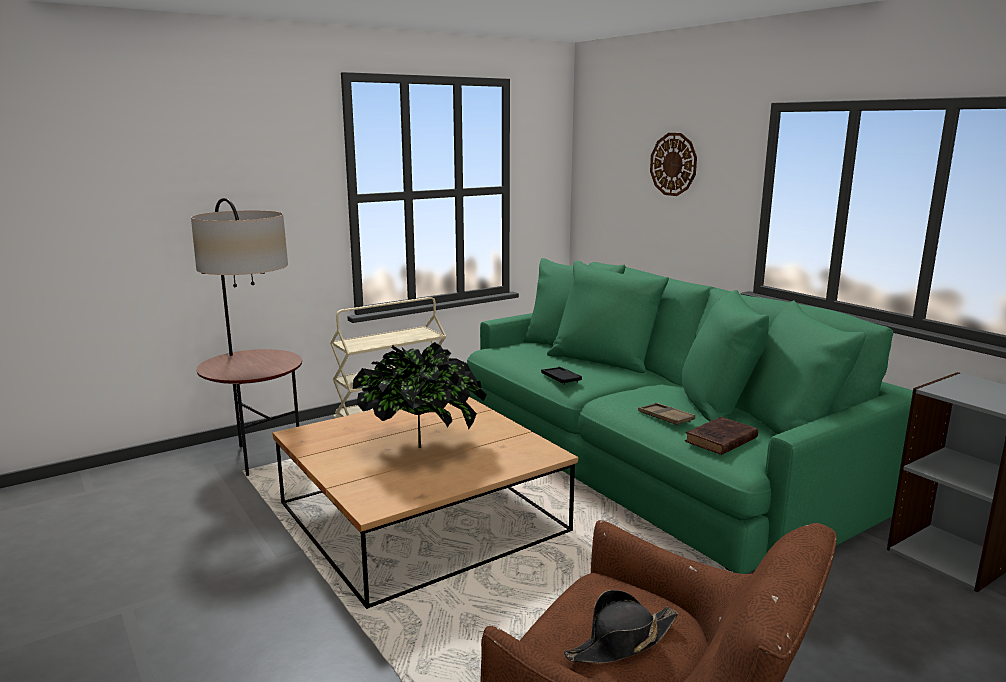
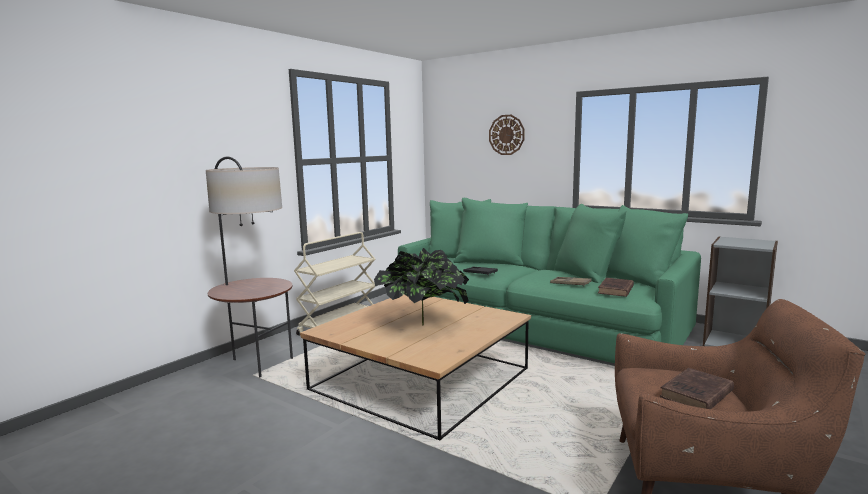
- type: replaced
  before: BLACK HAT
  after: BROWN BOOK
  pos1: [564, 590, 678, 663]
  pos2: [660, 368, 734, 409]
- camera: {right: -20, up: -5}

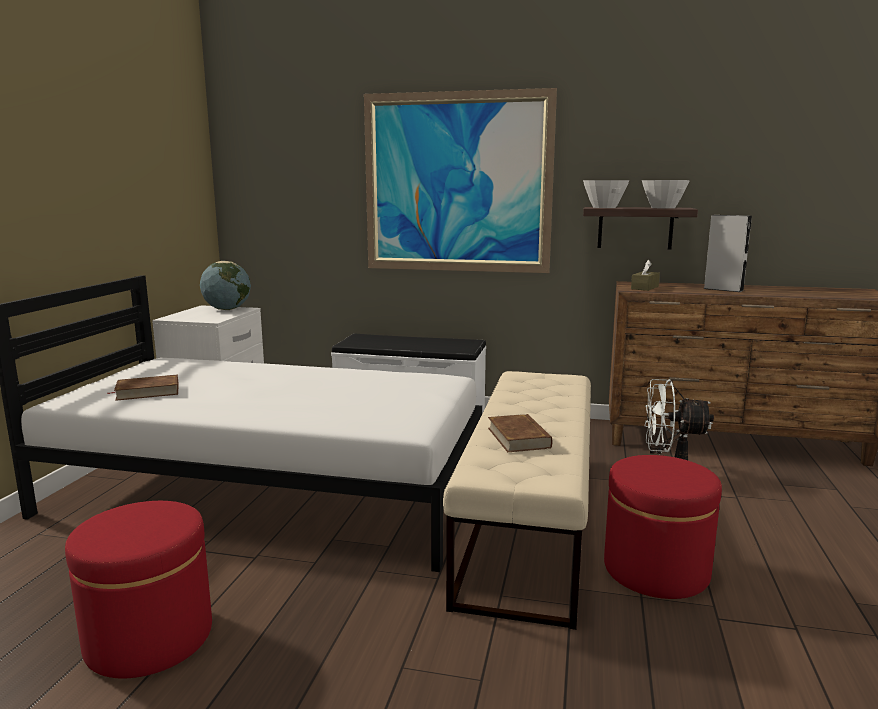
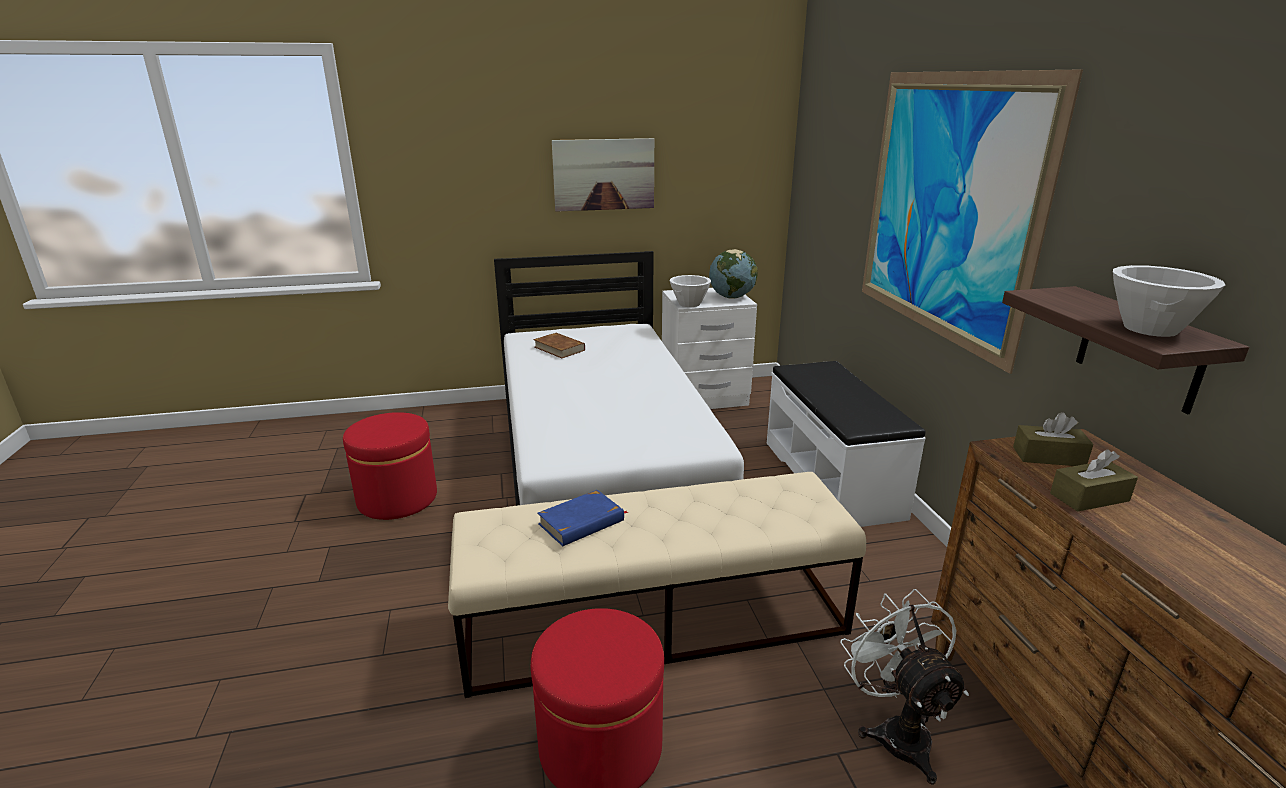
- type: moved
  before: WHITE BOWL
  pos1: [583, 180, 629, 208]
  pos2: [670, 275, 711, 307]
- type: removed
  before: GREY SPEAKER
  pos1: [704, 215, 752, 292]
- type: recoloured
  before: BROWN BOOK
  after: BLUE BOOK
  pos1: [488, 414, 552, 452]
  pos2: [538, 490, 628, 546]
- type: added
  after: PICTURE
  pos2: [552, 138, 654, 212]
- type: added
  after: BROWN TISSUE BOX
  pos2: [1050, 449, 1138, 512]
- camera: {right: 65, up: 10}

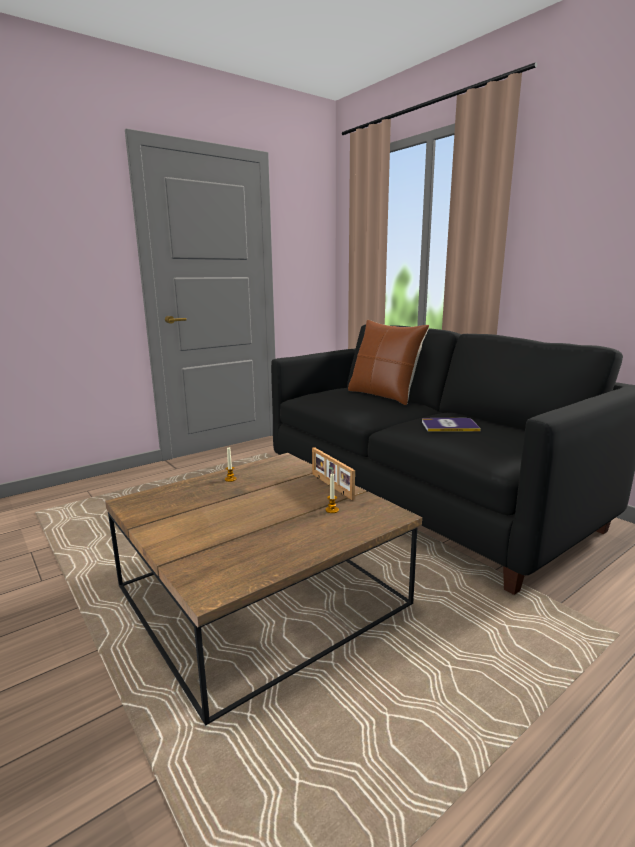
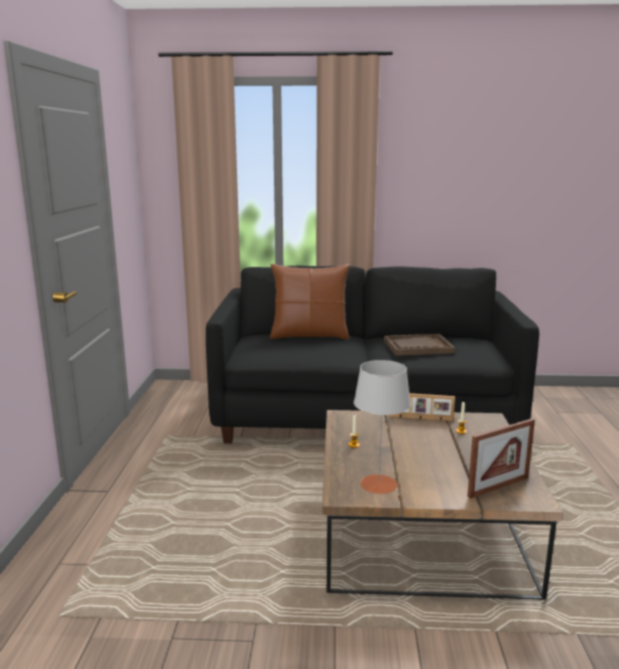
- type: replaced
  before: BOOK
  after: BROWN TRAY
  pos1: [422, 418, 481, 432]
  pos2: [384, 334, 455, 356]
- type: added
  after: GREY TABLE LAMP
  pos2: [354, 360, 411, 494]
- type: added
  after: PICTURE FRAME
  pos2: [467, 419, 535, 499]
- camera: {right: -50, up: 0}

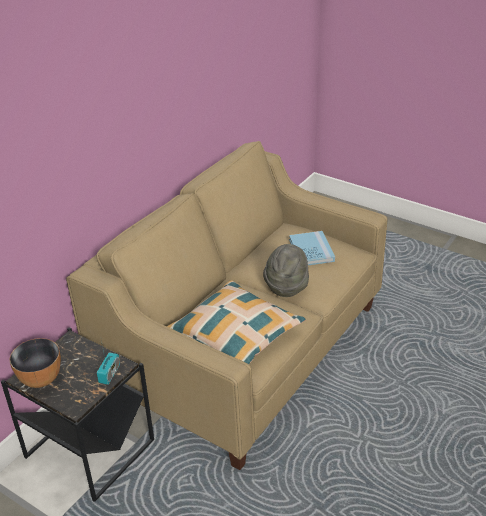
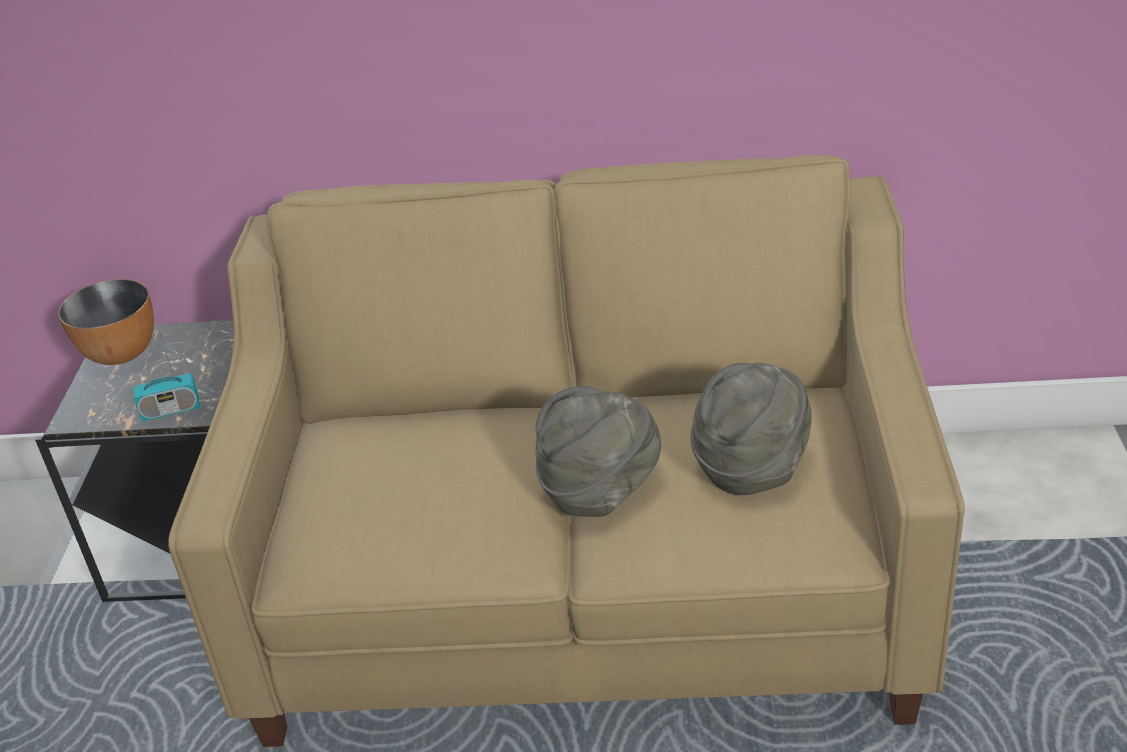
- type: replaced
  before: BLUE BOOK
  after: GREY HAT
  pos1: [289, 231, 335, 265]
  pos2: [690, 363, 812, 495]
- type: removed
  before: PILLOW
  pos1: [167, 280, 306, 364]
- camera: {right: 60, up: 0}

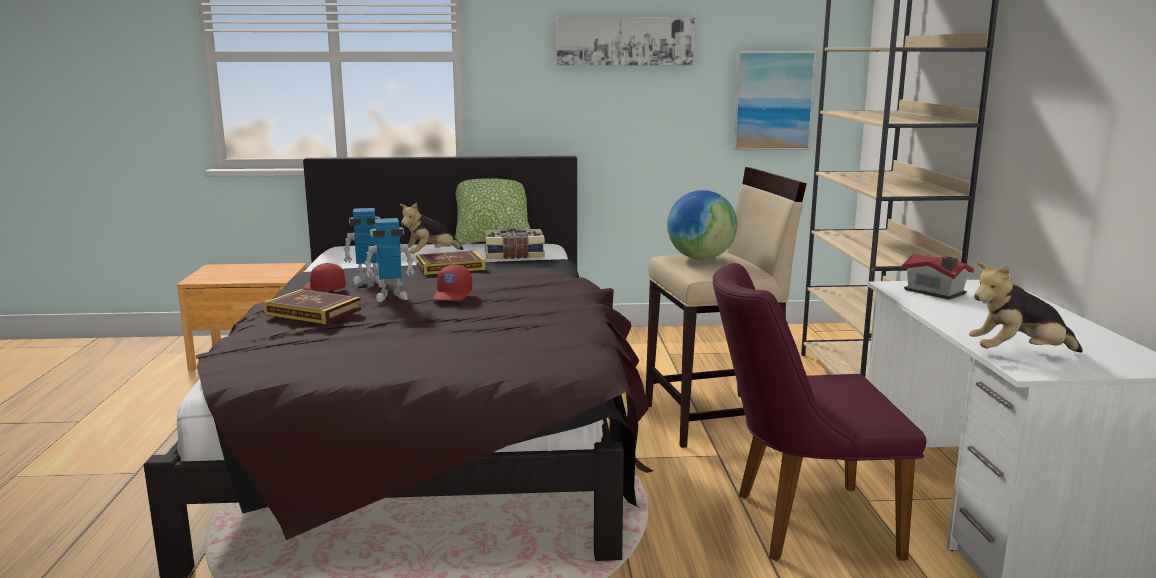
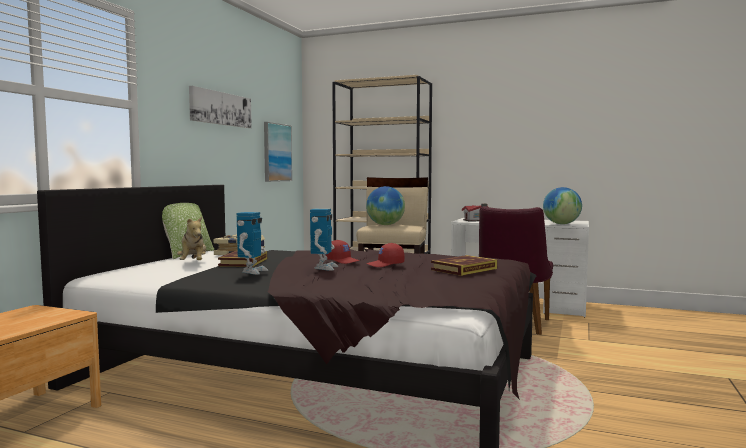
- type: replaced
  before: PLUSH TOY
  after: GLOBE
  pos1: [969, 262, 1083, 353]
  pos2: [543, 187, 582, 224]
- type: moved
  before: RED CAP
  pos1: [304, 263, 346, 291]
  pos2: [366, 243, 405, 267]
- type: moved
  before: BOOK
  pos1: [263, 289, 361, 324]
  pos2: [431, 255, 497, 276]
- camera: {right: -65, up: -10}

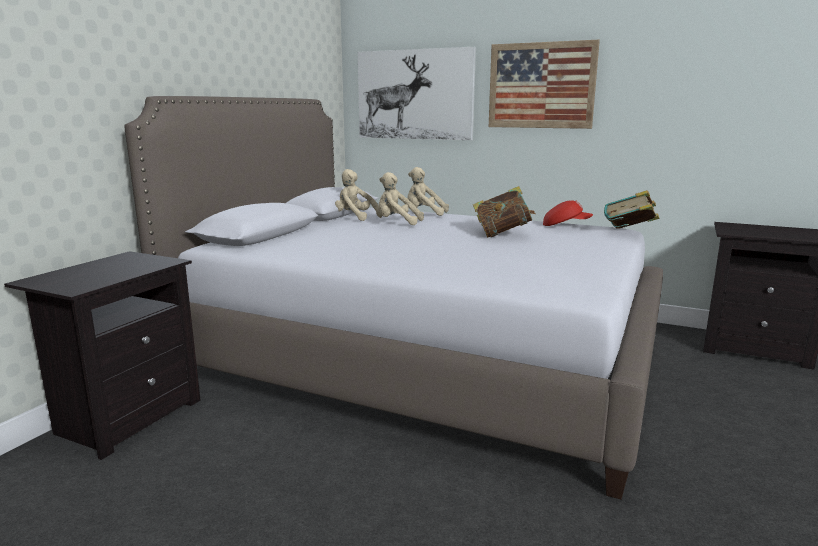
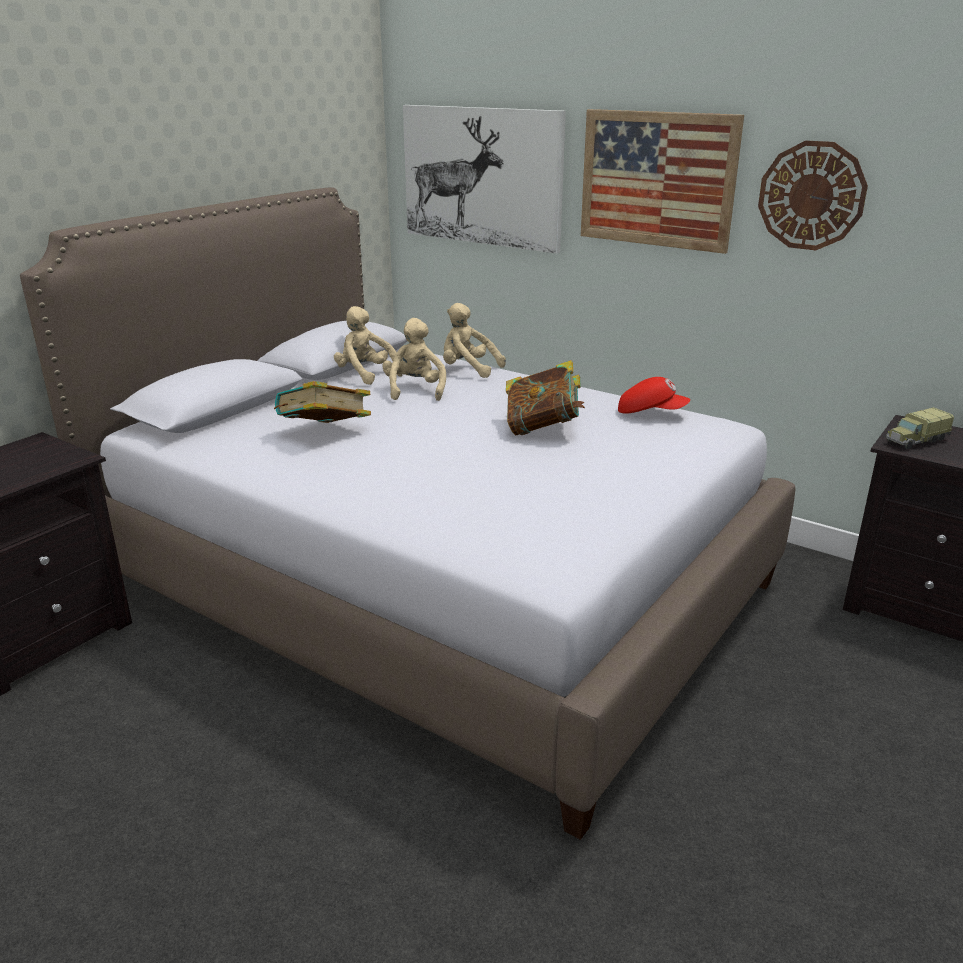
- type: turned
  before: BEIGE PLUSH TOY
  pos1: [378, 172, 424, 225]
  pos2: [382, 318, 446, 401]
  turn: 60
- type: moved
  before: BOOK
  pos1: [604, 190, 659, 229]
  pos2: [274, 381, 371, 423]
- type: added
  after: WALL CLOCK
  pos2: [758, 141, 868, 250]
- type: added
  after: TOY TRUCK
  pos2: [886, 407, 954, 450]
- camera: {right: 10, up: 10}

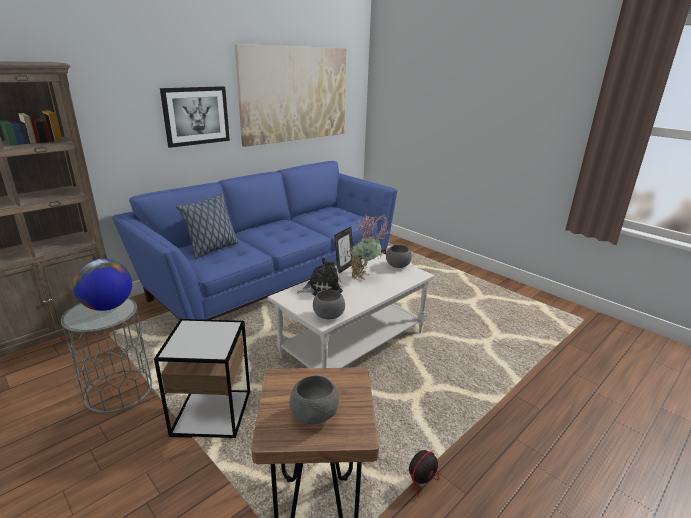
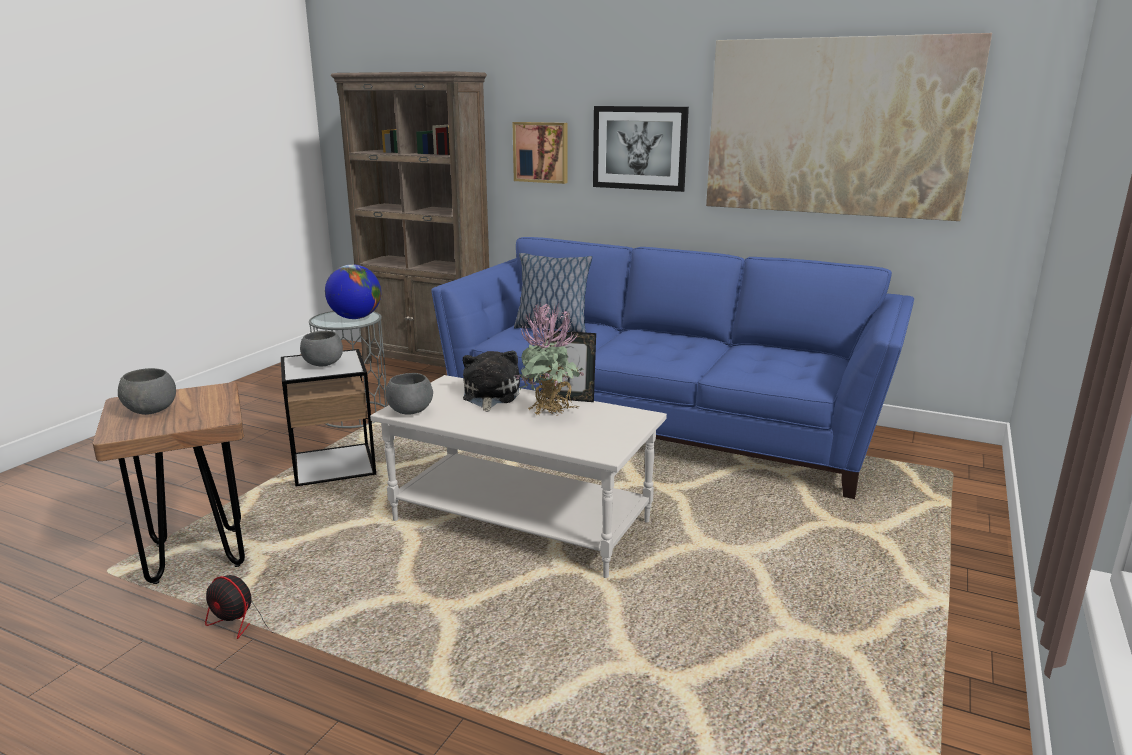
- type: moved
  before: GREY BOWL
  pos1: [386, 245, 412, 268]
  pos2: [300, 331, 343, 366]
- type: turned
  before: PLUSH TOY
  pos1: [297, 258, 343, 296]
  pos2: [463, 351, 520, 412]
  turn: -135
- type: added
  after: PICTURE
  pos2: [513, 122, 568, 184]
- camera: {right: 70, up: -5}

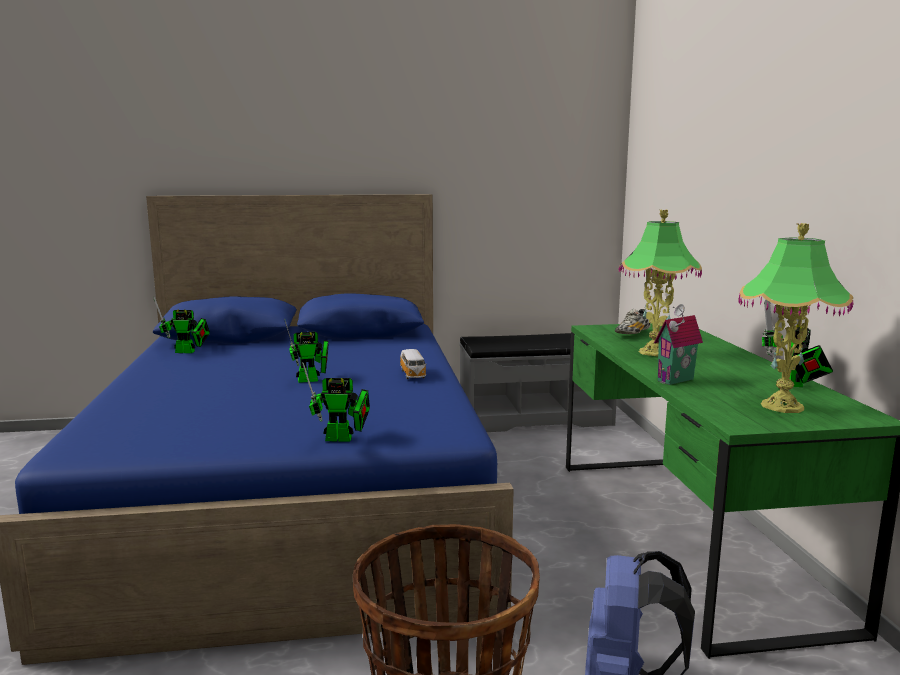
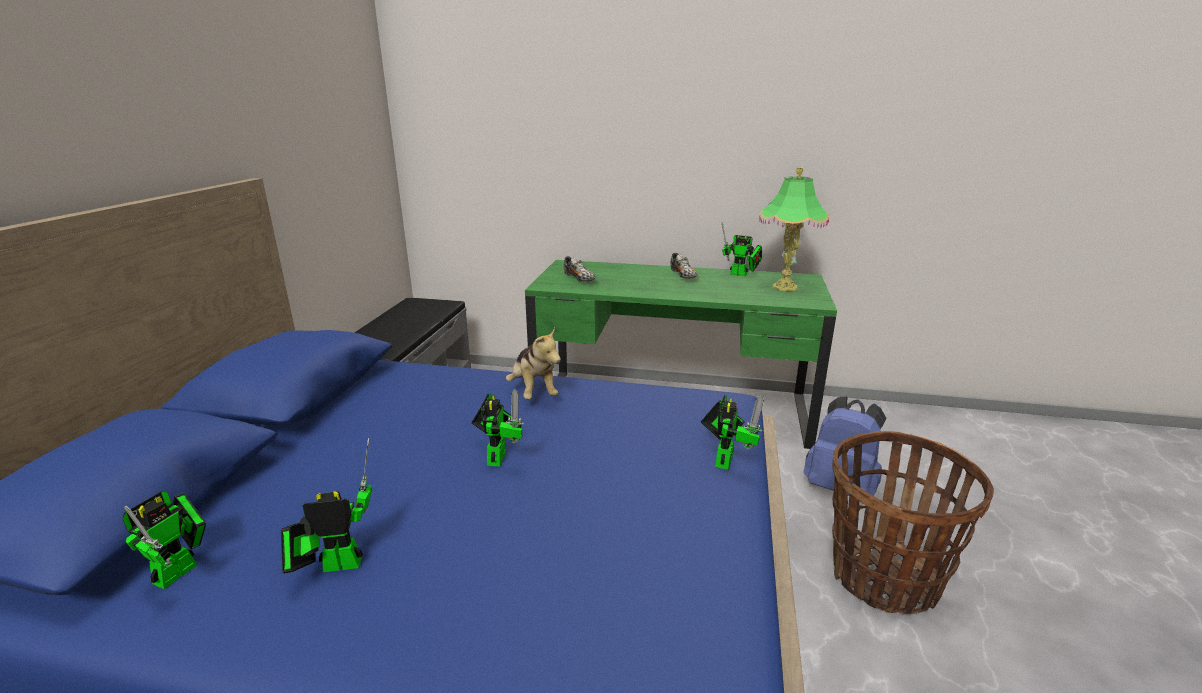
- type: removed
  before: TABLE LAMP
  pos1: [618, 210, 702, 357]
- type: removed
  before: TOY HOUSE
  pos1: [654, 304, 703, 385]
- type: replaced
  before: TOY CAR
  after: PLUSH TOY
  pos1: [400, 349, 427, 379]
  pos2: [506, 328, 561, 399]
- type: added
  after: SHOE
  pos2: [670, 253, 697, 279]
- type: added
  after: TOY ROBOT
  pos2: [281, 438, 372, 574]
- camera: {right: -70, up: 10}

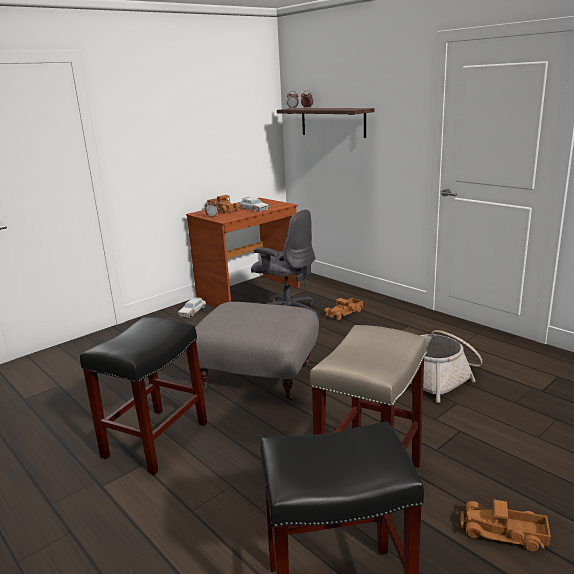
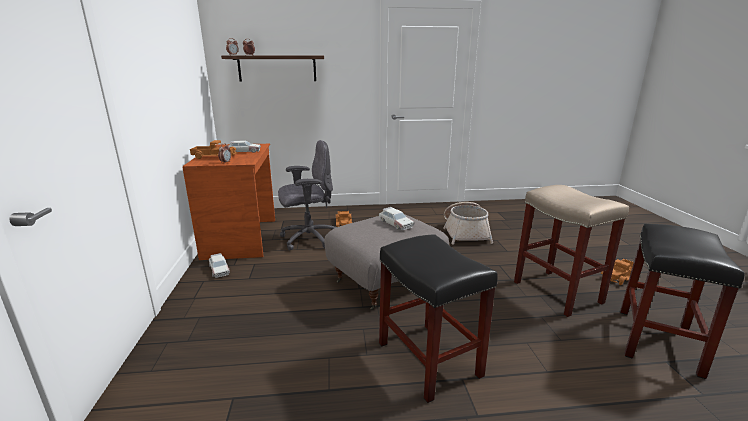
- type: added
  after: TOY CAR
  pos2: [379, 207, 414, 230]
- camera: {right: -55, up: 0}

